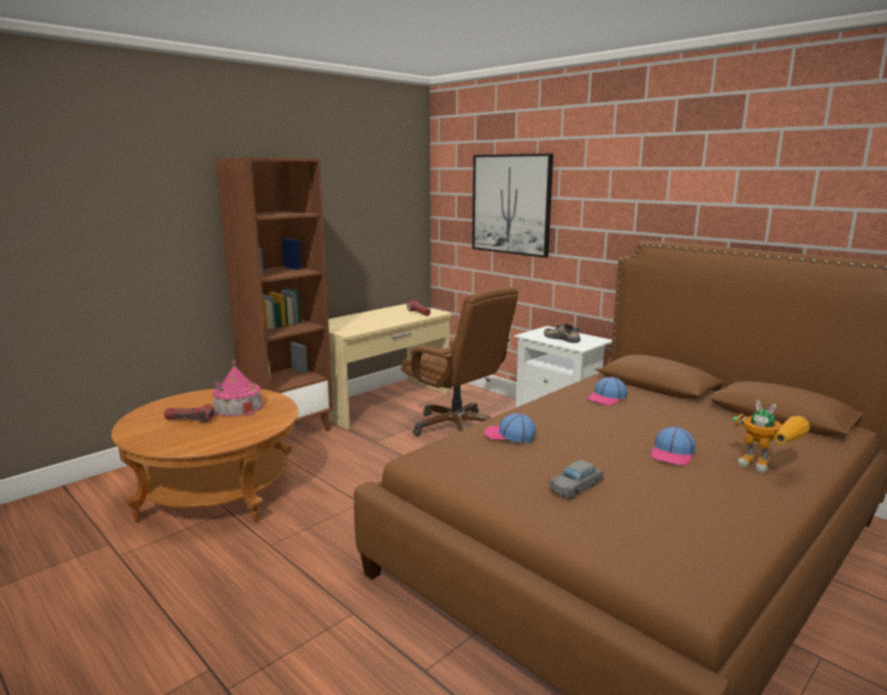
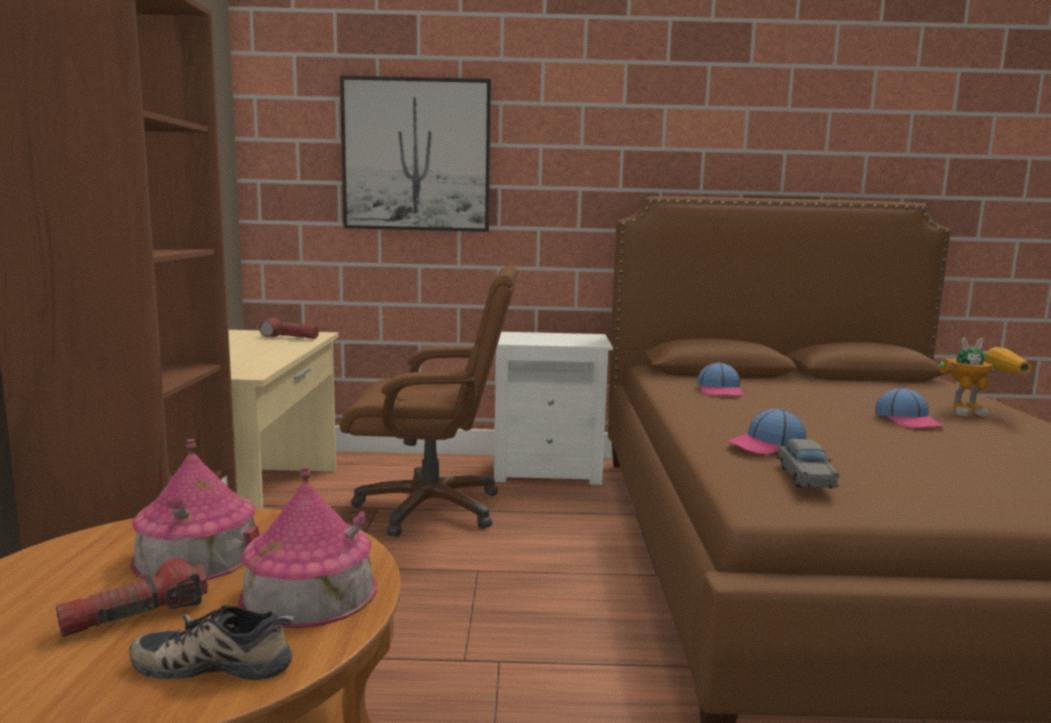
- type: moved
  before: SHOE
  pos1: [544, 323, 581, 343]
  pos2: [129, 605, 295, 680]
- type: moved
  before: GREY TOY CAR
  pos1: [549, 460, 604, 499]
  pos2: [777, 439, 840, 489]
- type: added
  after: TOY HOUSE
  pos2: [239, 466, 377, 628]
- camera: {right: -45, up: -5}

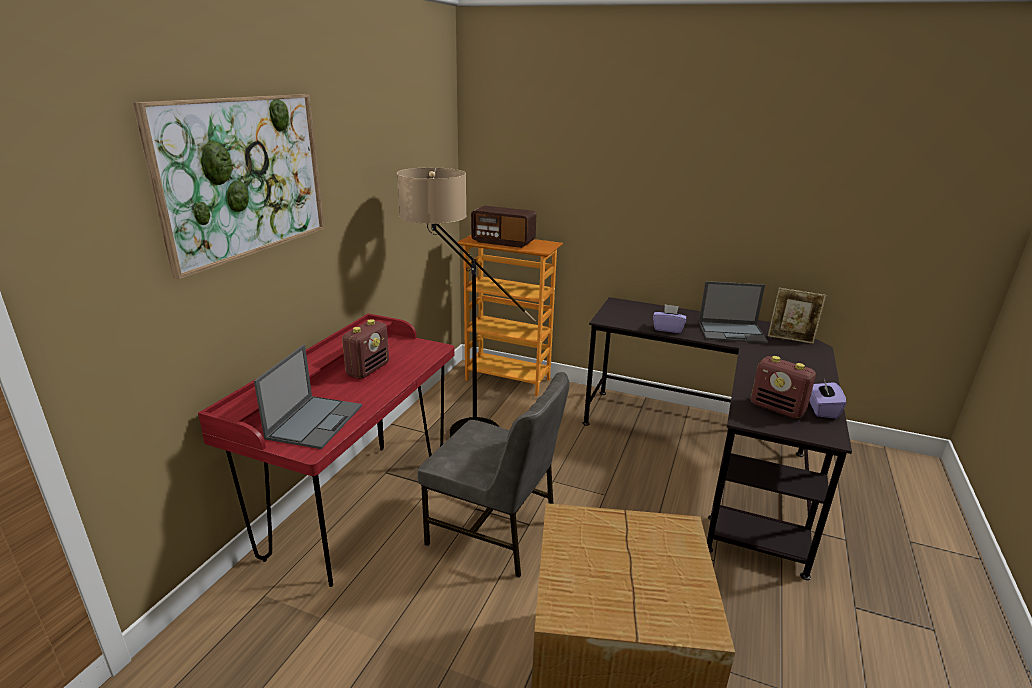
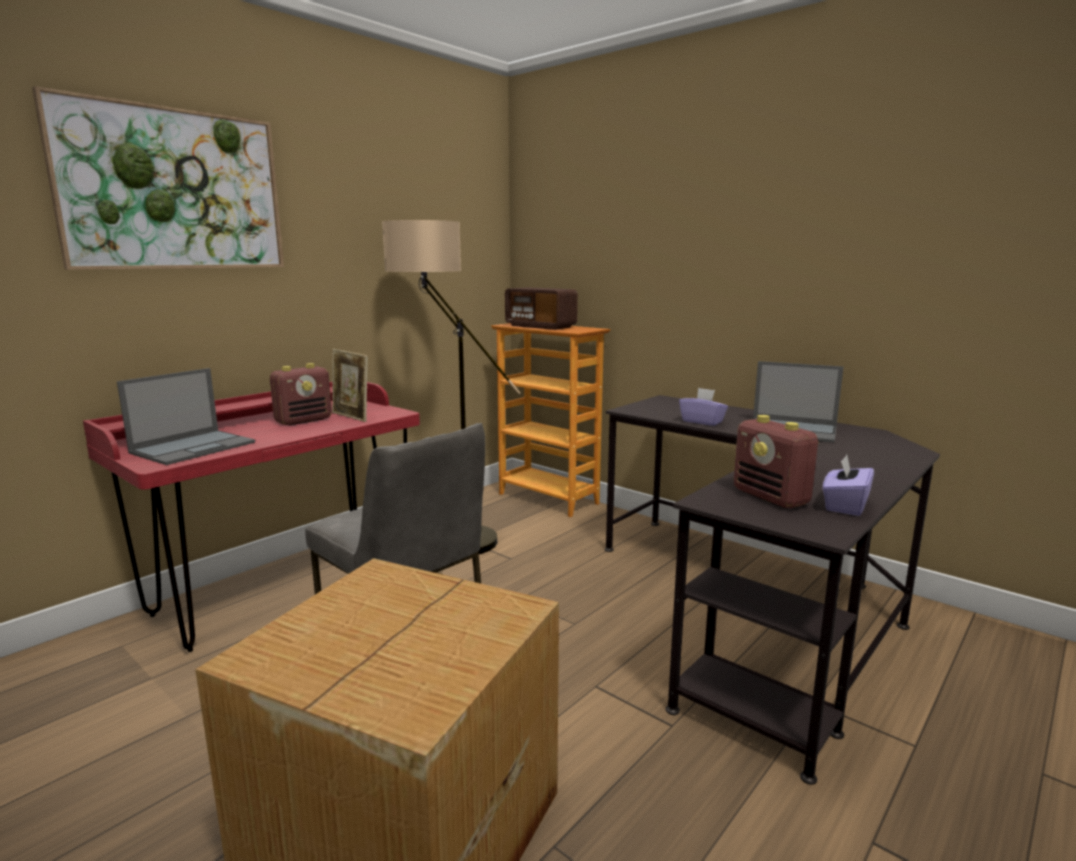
- type: moved
  before: PICTURE FRAME
  pos1: [768, 288, 826, 344]
  pos2: [332, 349, 368, 422]
- camera: {right: 20, up: -10}

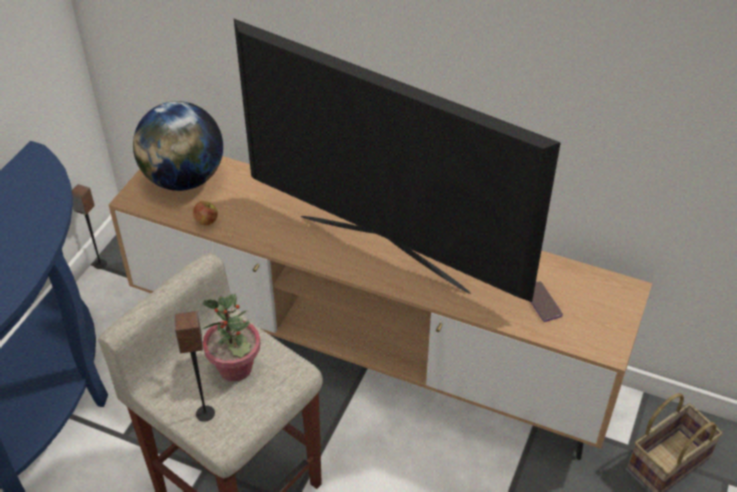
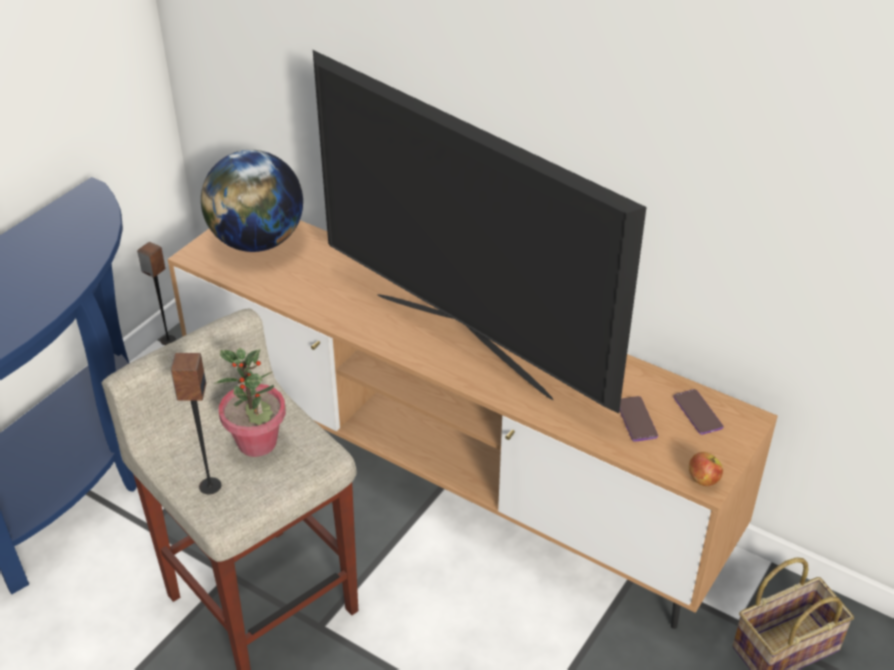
- type: moved
  before: APPLE
  pos1: [193, 201, 218, 226]
  pos2: [689, 452, 723, 486]
- type: added
  after: PHONE
  pos2: [673, 389, 724, 435]
- camera: {right: 10, up: -5}

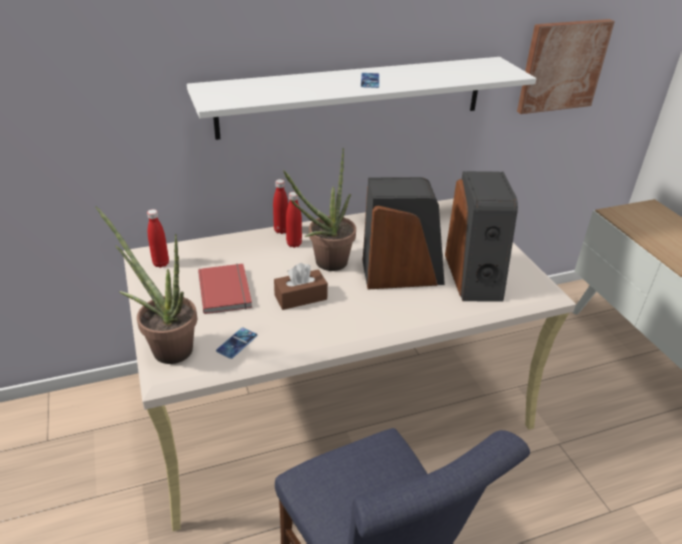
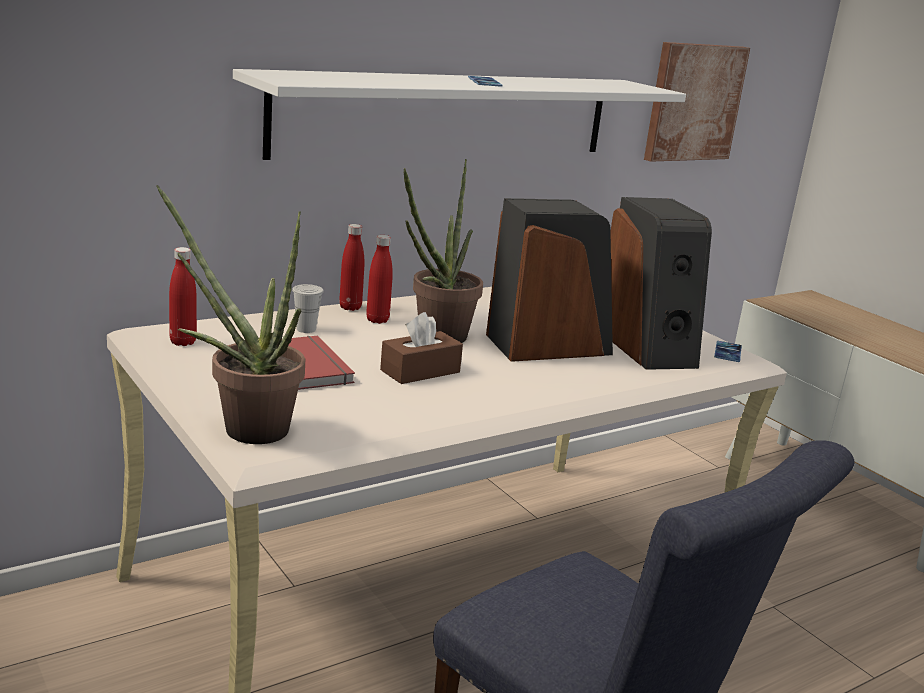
- type: moved
  before: PHONE
  pos1: [216, 328, 257, 359]
  pos2: [714, 341, 742, 362]
- type: added
  after: WHITE CUP
  pos2: [292, 284, 324, 333]
- camera: {right: -15, up: -15}

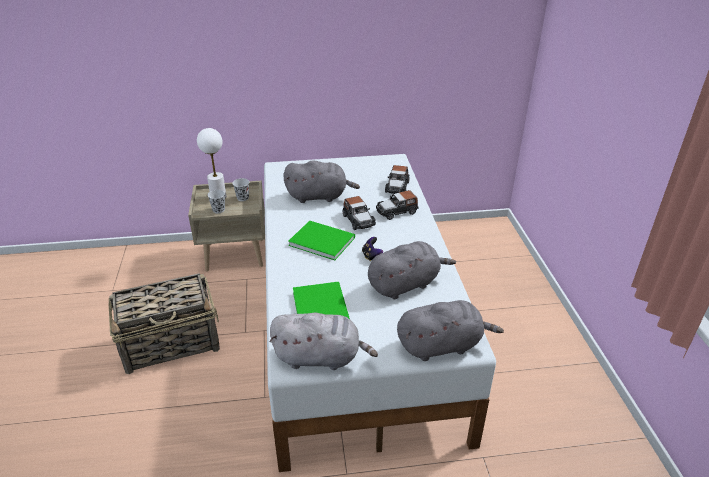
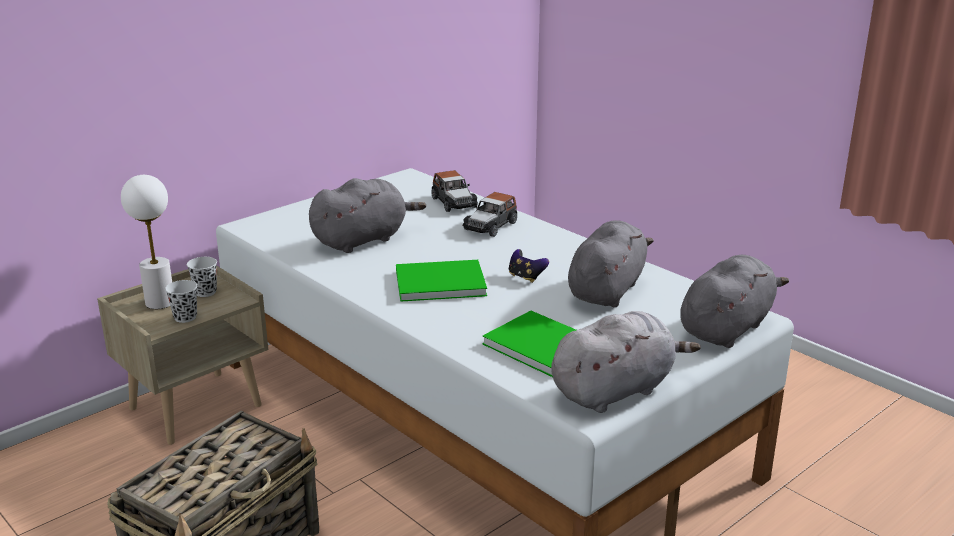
- type: removed
  before: TOY CAR
  pos1: [343, 196, 376, 230]
- camera: {right: -35, up: -10}

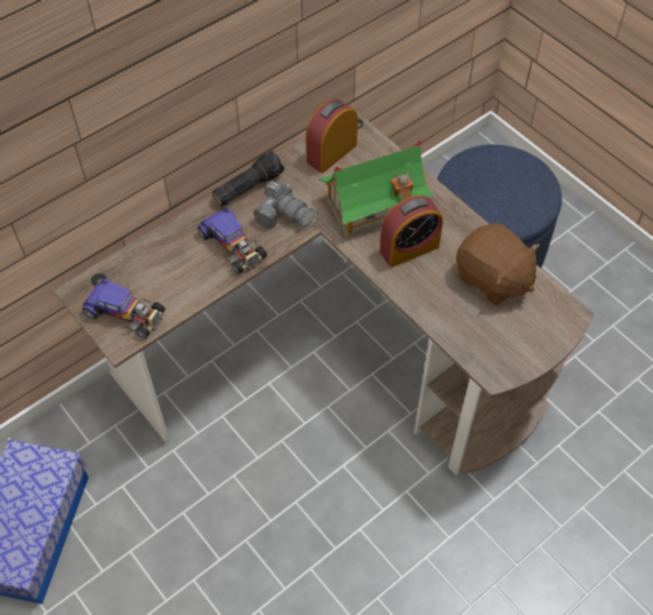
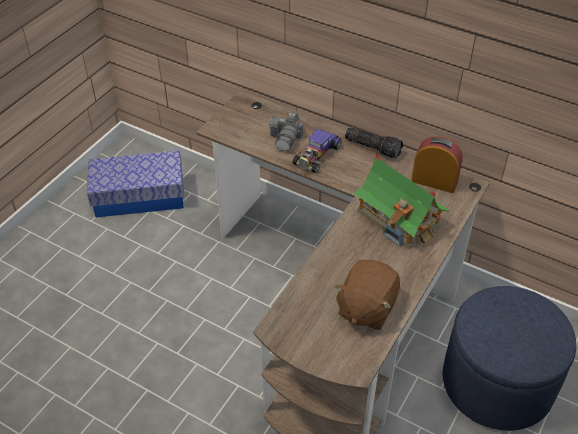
- type: moved
  before: PHOTO CAMERA
  pos1: [253, 181, 315, 229]
  pos2: [269, 111, 303, 151]
- type: removed
  before: ALARM CLOCK
  pos1: [380, 195, 443, 267]
- type: removed
  before: TOY CAR
  pos1: [82, 279, 165, 338]
- camera: {right: 70, up: -10}

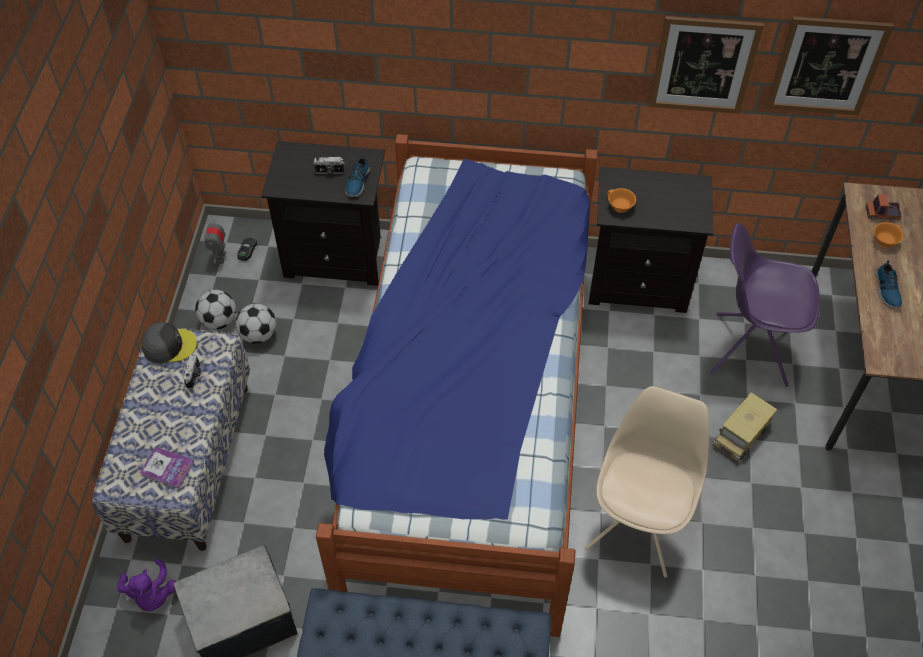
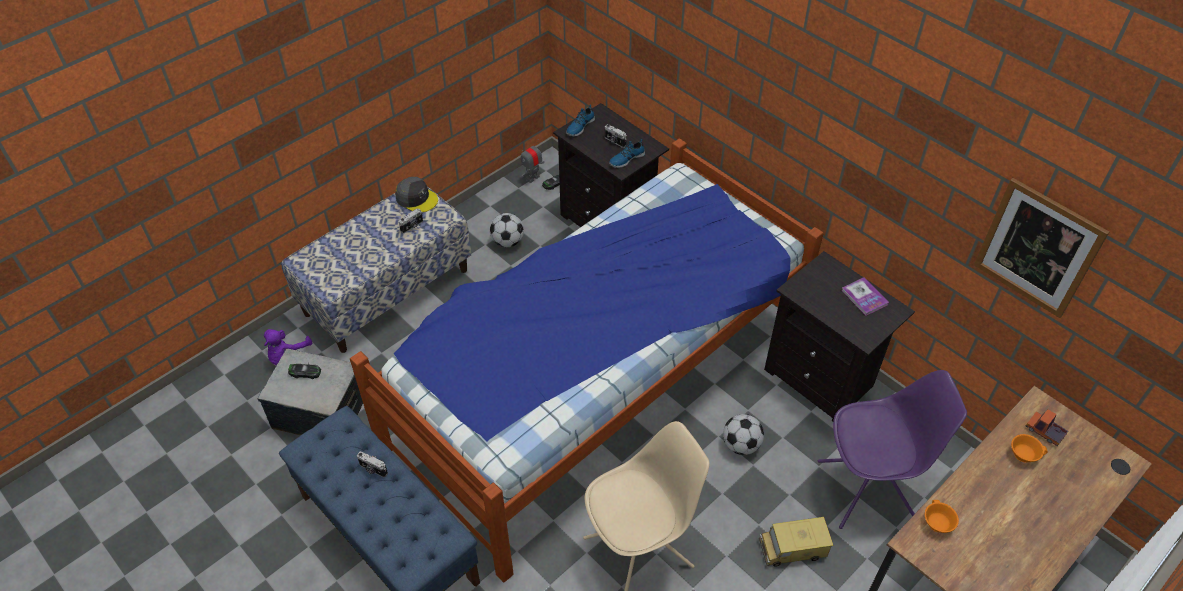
- type: removed
  before: PICTURE
  pos1: [649, 16, 764, 114]
- type: moved
  before: ORANGE CUP
  pos1: [607, 188, 636, 213]
  pos2: [925, 500, 959, 533]
- type: turned
  before: PURPLE CHAIR
  pos1: [710, 223, 820, 387]
  pos2: [818, 370, 967, 529]
  turn: 120
- type: moved
  before: SHOE
  pos1: [875, 260, 902, 308]
  pos2: [566, 105, 595, 136]
- type: moved
  before: FOOTBALL
  pos1: [195, 290, 236, 329]
  pos2: [723, 414, 764, 455]
- type: moved
  before: BOOK
  pos1: [140, 447, 194, 489]
  pos2: [842, 277, 889, 316]
- type: added
  after: TOY CAR
  pos2: [288, 363, 321, 379]
- type: added
  after: PHOTO CAMERA
  pos2: [357, 451, 388, 477]
- camera: {right: 40, up: -5}

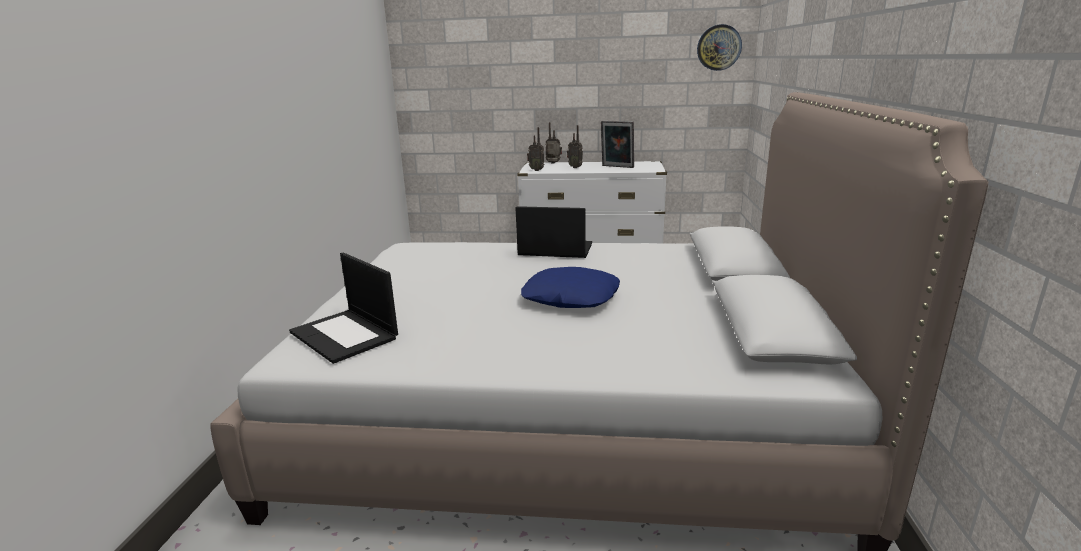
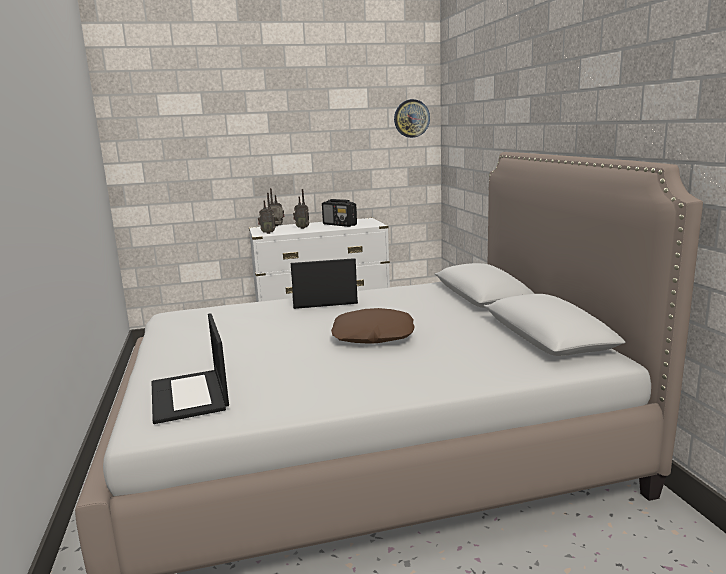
- type: replaced
  before: PICTURE FRAME
  after: RADIO
  pos1: [601, 121, 634, 168]
  pos2: [322, 199, 357, 227]
- type: turned
  before: LAPTOP
  pos1: [289, 253, 398, 364]
  pos2: [151, 313, 229, 424]
  turn: 45
- type: recoloured
  before: BLUE PILLOW
  after: BROWN PILLOW
  pos1: [521, 267, 620, 308]
  pos2: [331, 308, 415, 343]
- camera: {right: -20, up: -5}

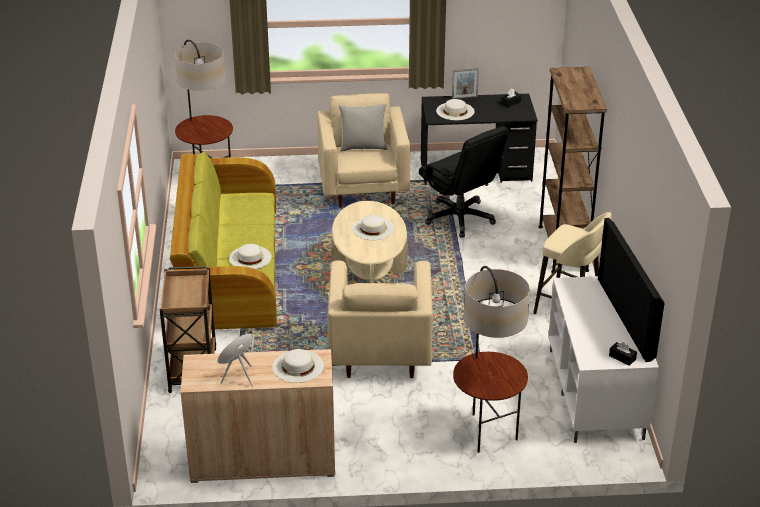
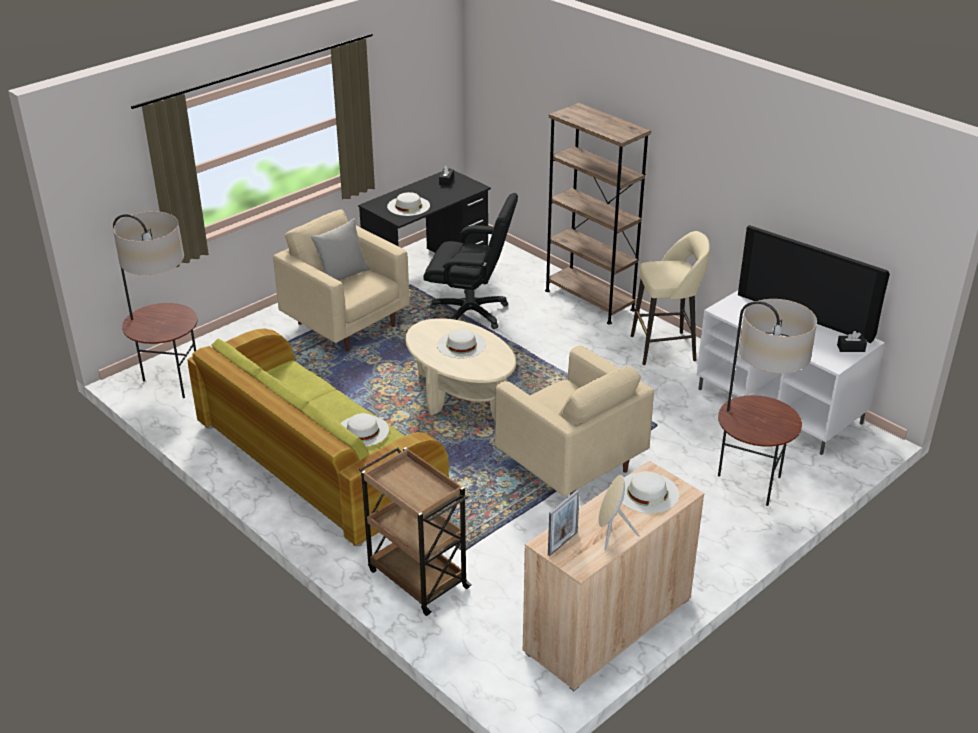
- type: moved
  before: PICTURE FRAME
  pos1: [452, 68, 479, 99]
  pos2: [548, 489, 580, 556]
- camera: {right: -40, up: 0}

